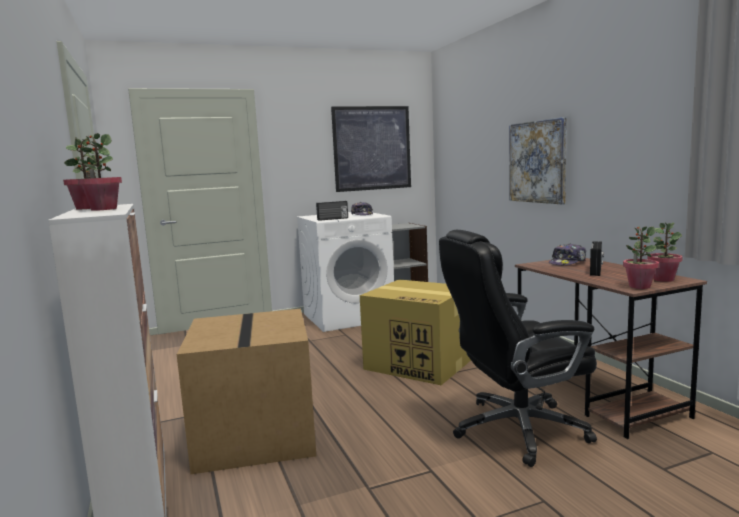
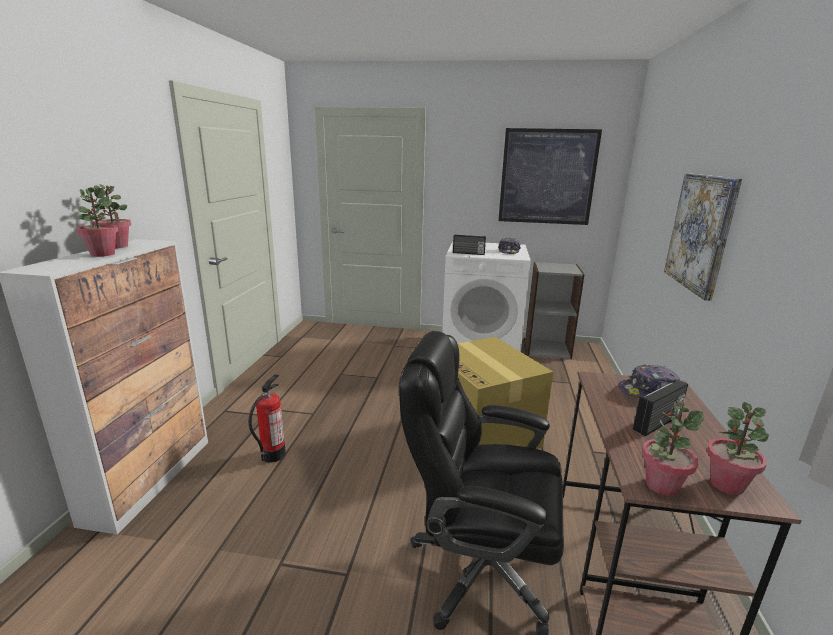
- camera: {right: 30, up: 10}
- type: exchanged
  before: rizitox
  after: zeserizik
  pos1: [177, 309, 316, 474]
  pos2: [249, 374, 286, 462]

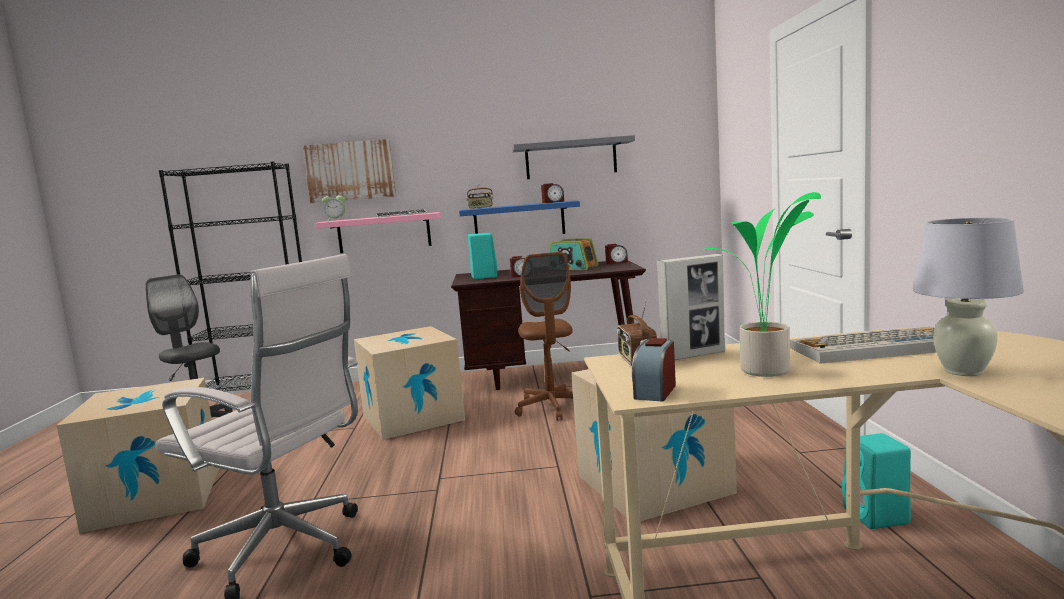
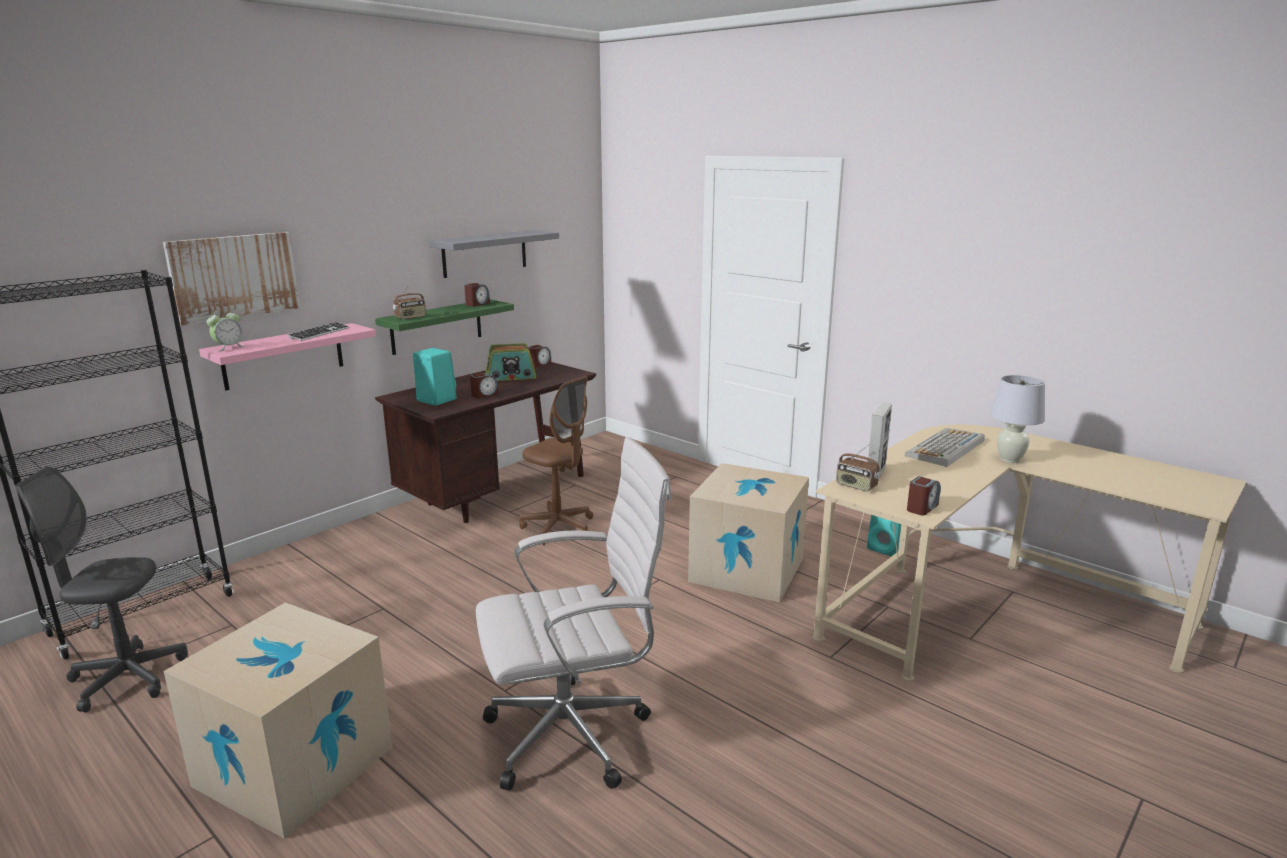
- camera: {right: -45, up: 10}
- type: missing
  before: rizitox
  pos1: [354, 326, 465, 440]
- type: colour
  before: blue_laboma
  after: green_laboma
  pos1: [459, 201, 580, 234]
  pos2: [375, 299, 514, 355]
- type: spun
  before: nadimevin
  pos1: [632, 338, 676, 401]
  pos2: [907, 476, 941, 515]
  turn: -120
- type: missing
  before: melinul
  pos1: [701, 192, 821, 377]

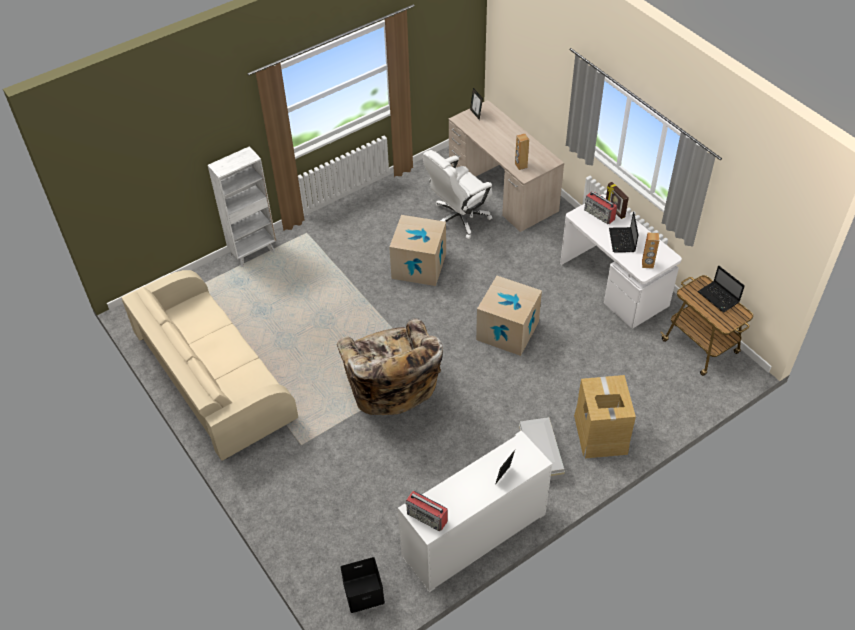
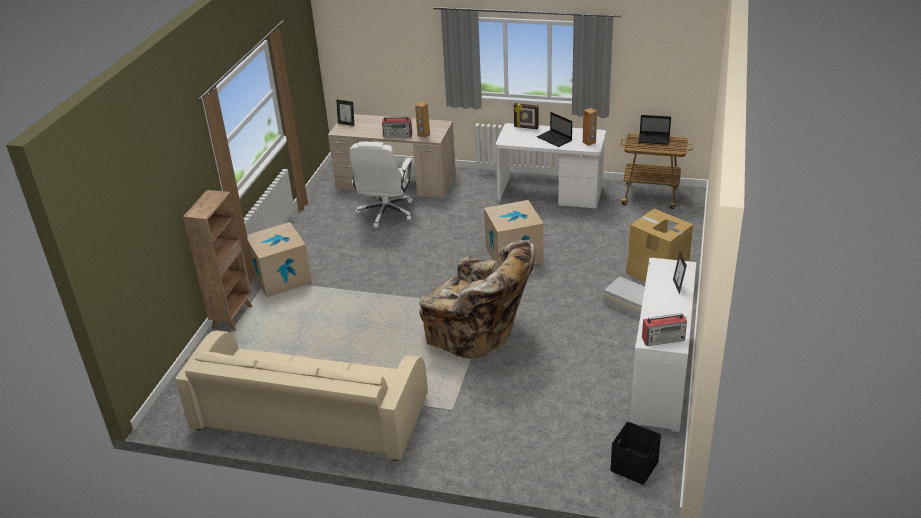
- camera: {right: -40, up: -15}
- type: colour
  before: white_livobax
  after: brown_livobax
  pos1: [208, 146, 276, 267]
  pos2: [183, 190, 253, 331]
- type: relocated
  before: rizitox
  pos1: [389, 215, 446, 286]
  pos2: [247, 222, 312, 297]
- type: relocated
  before: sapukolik
  pos1: [584, 191, 617, 224]
  pos2: [382, 117, 412, 138]

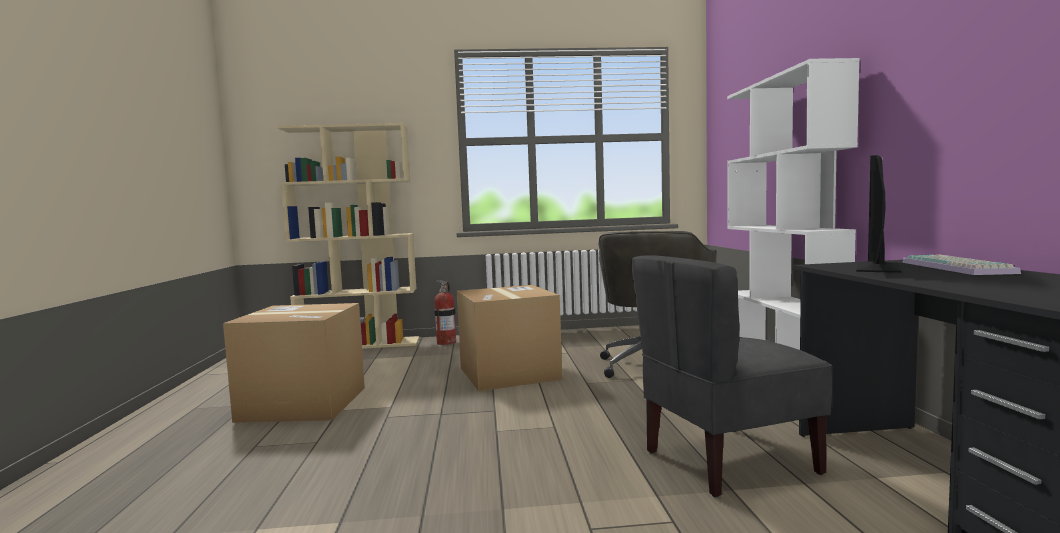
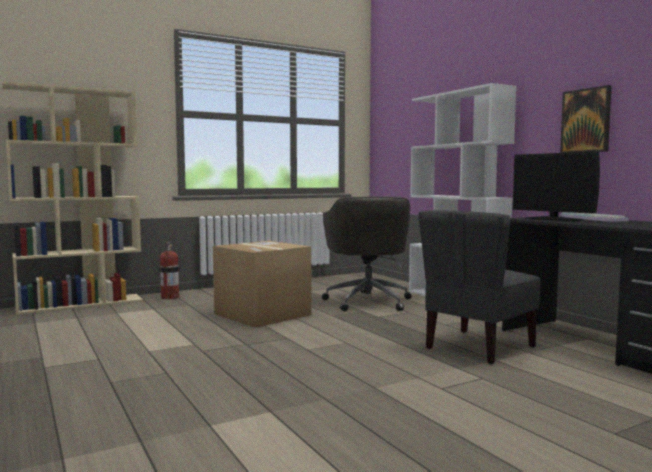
- camera: {right: -25, up: 0}
- type: missing
  before: rizitox
  pos1: [223, 303, 365, 423]
- type: spun
  before: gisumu
  pos1: [856, 155, 901, 273]
  pos2: [513, 151, 600, 221]
  turn: -45
- type: appeared
  after: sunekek
  pos2: [560, 85, 612, 153]

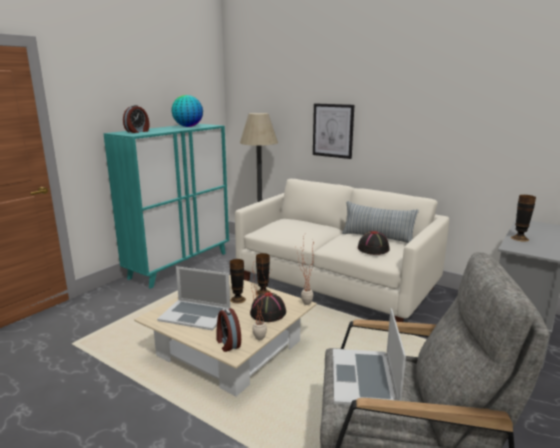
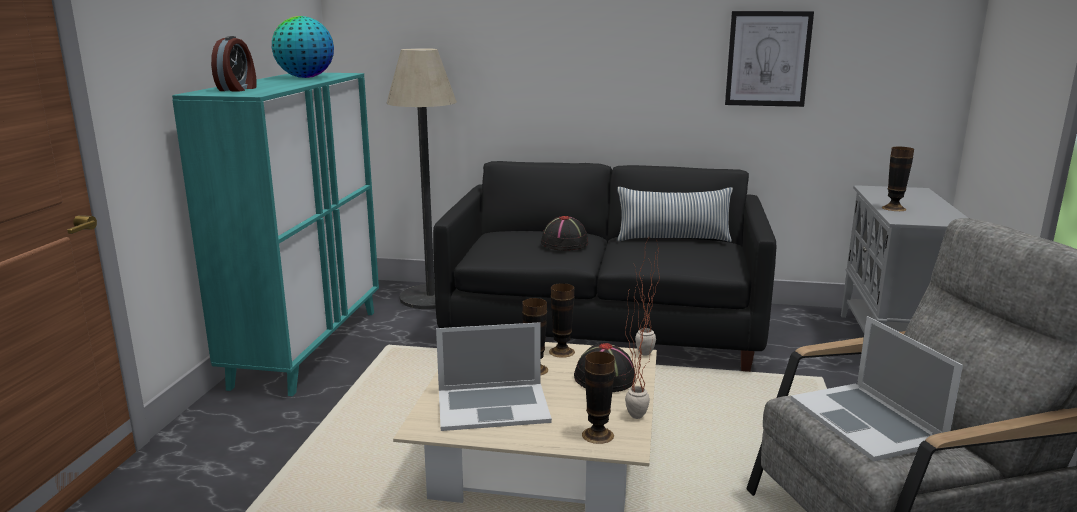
- camera: {right: -25, up: 0}
- type: exchanged
  before: nadimevin
  after: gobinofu
  pos1: [217, 308, 241, 352]
  pos2: [582, 351, 615, 444]
- type: colour
  before: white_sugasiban
  after: black_sugasiban
  pos1: [235, 179, 449, 322]
  pos2: [433, 161, 776, 372]
- type: relocated
  before: sunekek
  pos1: [313, 103, 354, 159]
  pos2: [725, 11, 814, 107]
- type: relocated
  before: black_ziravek
  pos1: [358, 231, 390, 255]
  pos2: [541, 216, 588, 251]

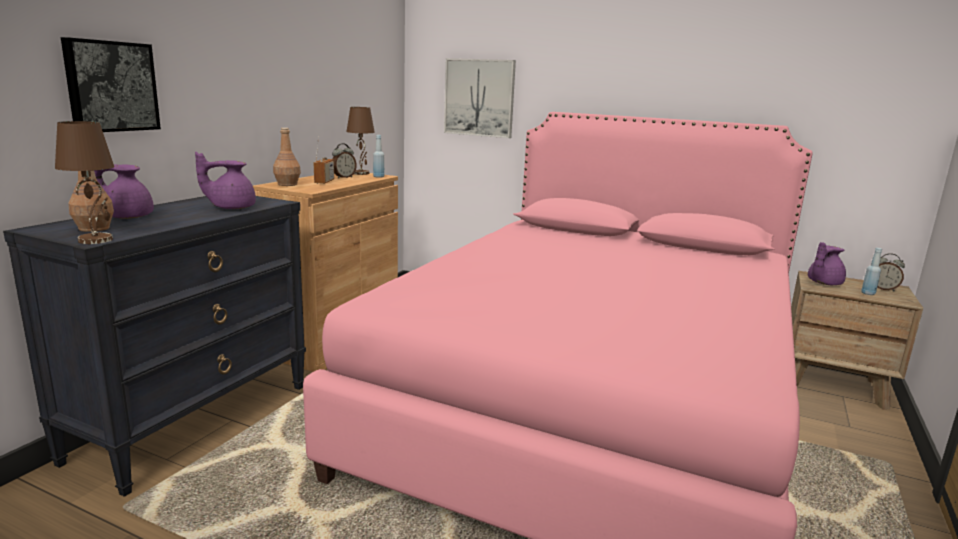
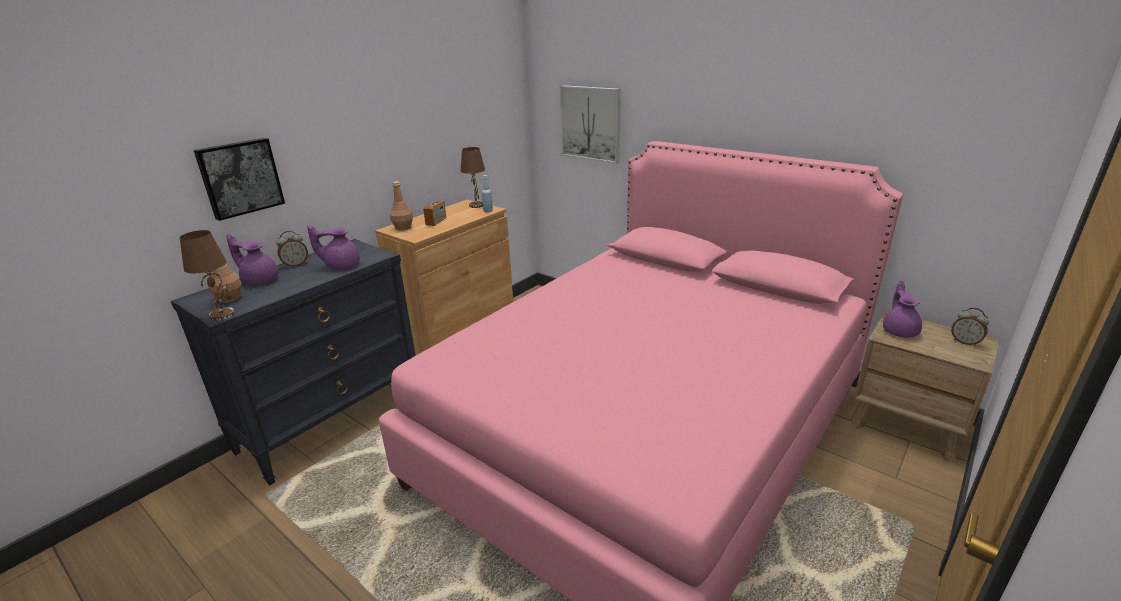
- camera: {right: 15, up: 10}
- type: relocated
  before: nadimevin
  pos1: [332, 143, 357, 179]
  pos2: [276, 231, 308, 268]
- type: spun
  before: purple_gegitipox
  pos1: [808, 242, 846, 285]
  pos2: [883, 280, 922, 337]
  turn: 120
- type: missing
  before: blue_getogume
  pos1: [861, 248, 882, 295]

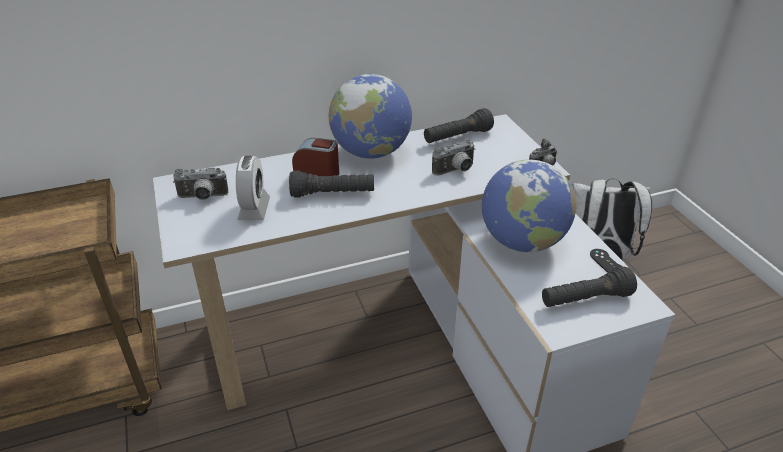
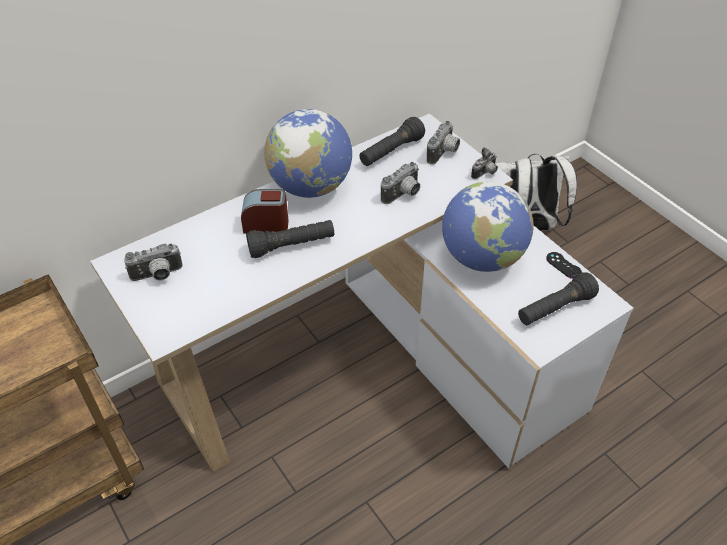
- camera: {right: -15, up: 10}
- type: missing
  before: nadimevin
  pos1: [236, 156, 270, 220]
- type: appeared
  after: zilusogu
  pos2: [427, 121, 460, 165]

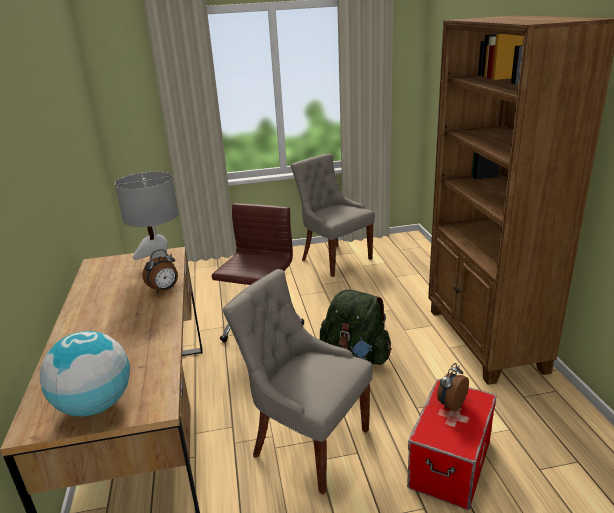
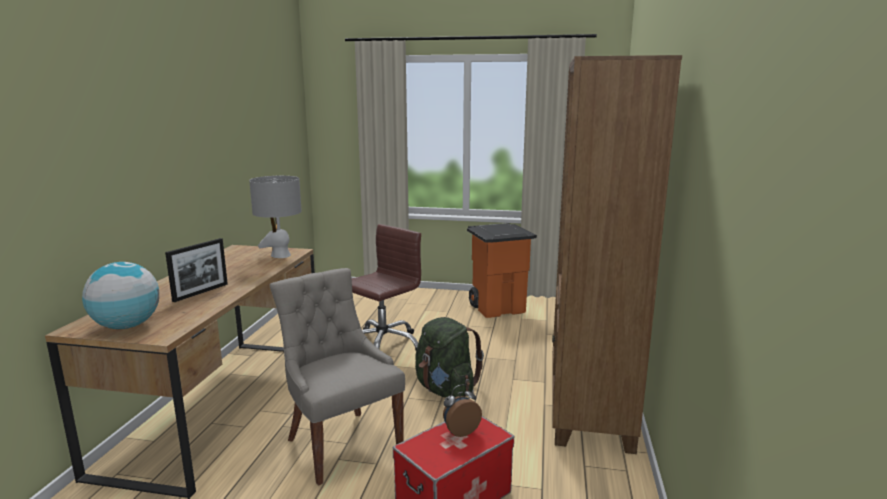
- camera: {right: 20, up: -10}
- type: missing
  before: nadimevin
  pos1: [142, 249, 178, 293]
- type: exchanged
  before: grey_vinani
  after: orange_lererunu
  pos1: [291, 153, 375, 277]
  pos2: [467, 223, 537, 318]
- type: appeared
  after: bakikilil
  pos2: [165, 238, 228, 302]

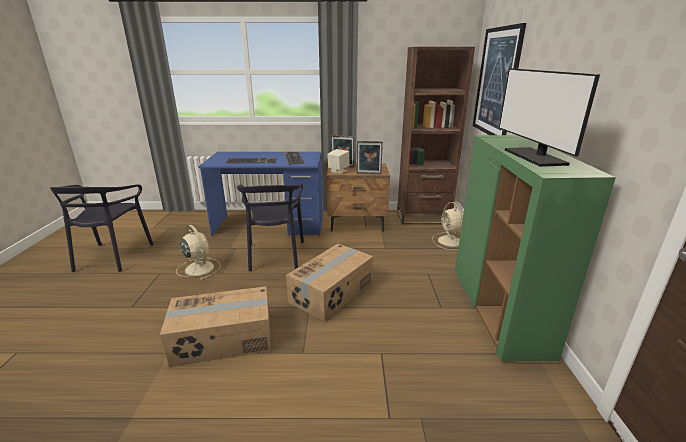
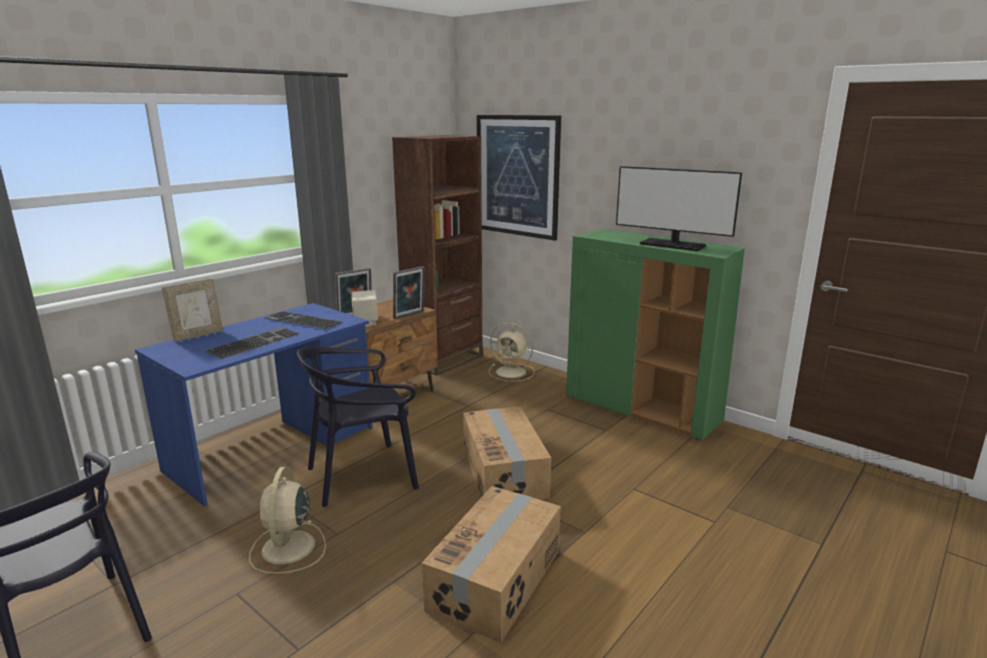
- camera: {right: -50, up: -5}
- type: spun
  before: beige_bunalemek
  pos1: [176, 225, 221, 280]
  pos2: [249, 467, 326, 574]
  turn: -90
- type: spun
  before: black_vinani
  pos1: [237, 183, 304, 272]
  pos2: [297, 347, 419, 507]
  turn: 120
- type: appeared
  after: bakikilil
  pos2: [162, 279, 223, 342]

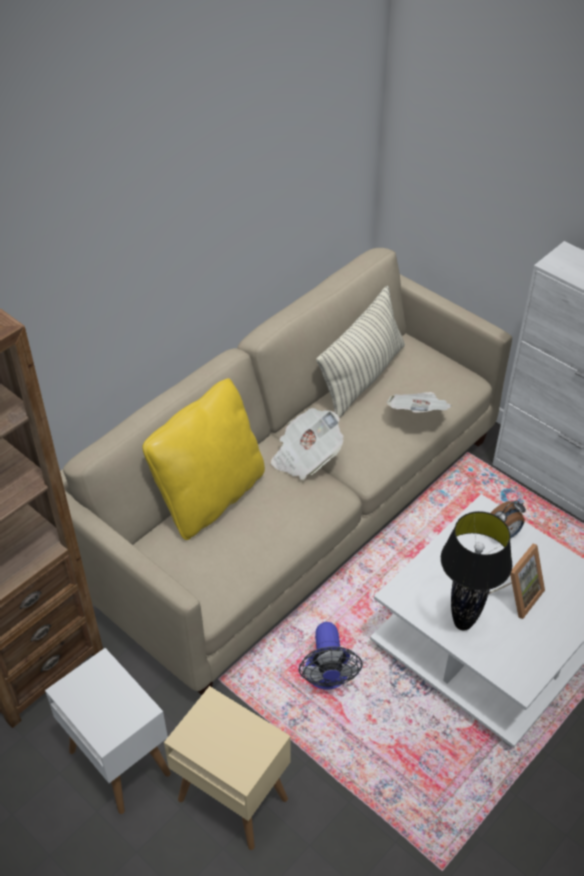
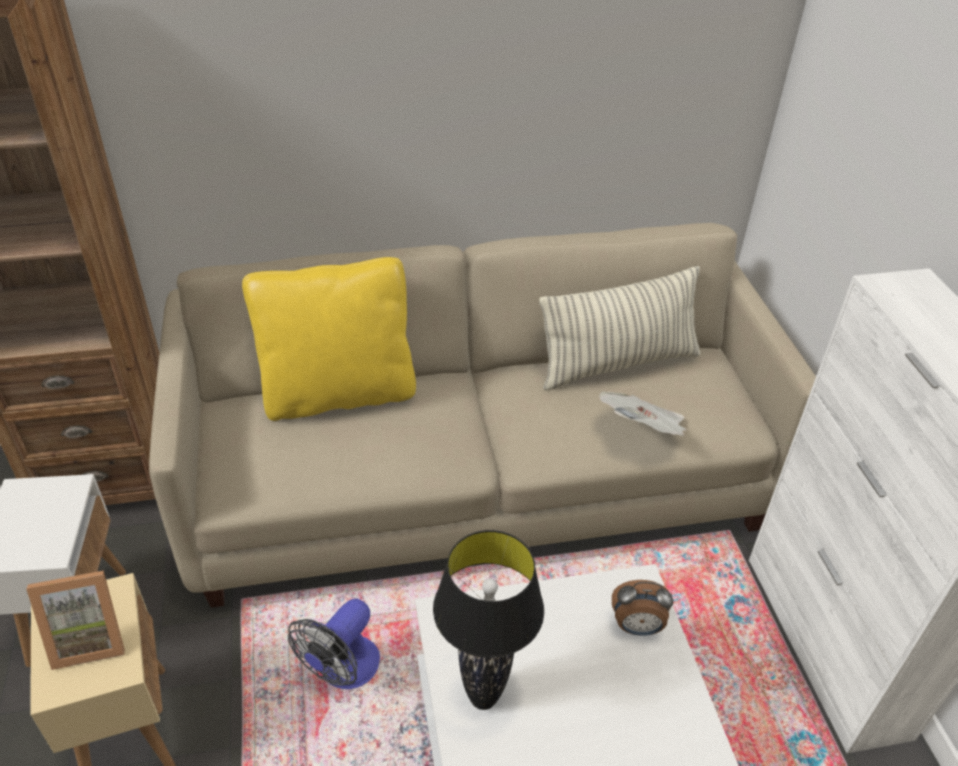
- camera: {right: 35, up: -5}
- type: missing
  before: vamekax
  pos1: [271, 408, 343, 480]
- type: relocated
  before: bakikilil
  pos1: [489, 544, 545, 619]
  pos2: [26, 571, 125, 670]

